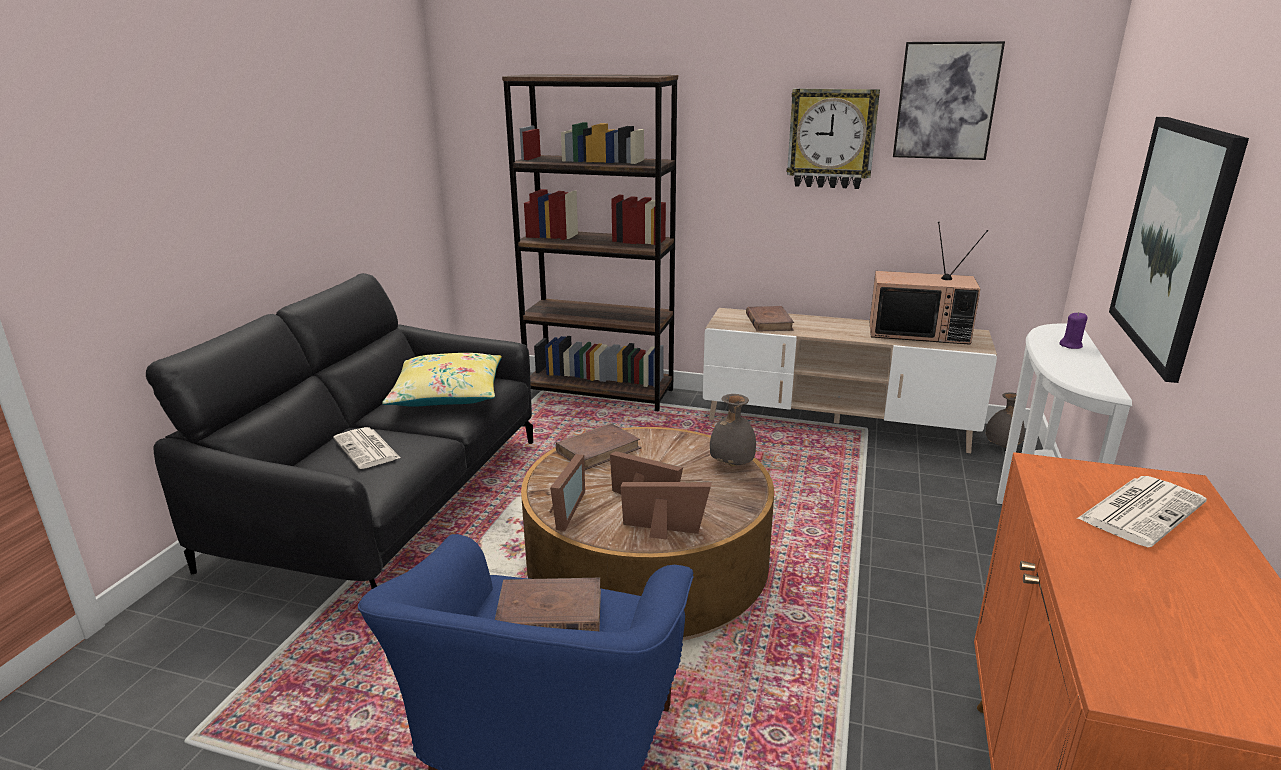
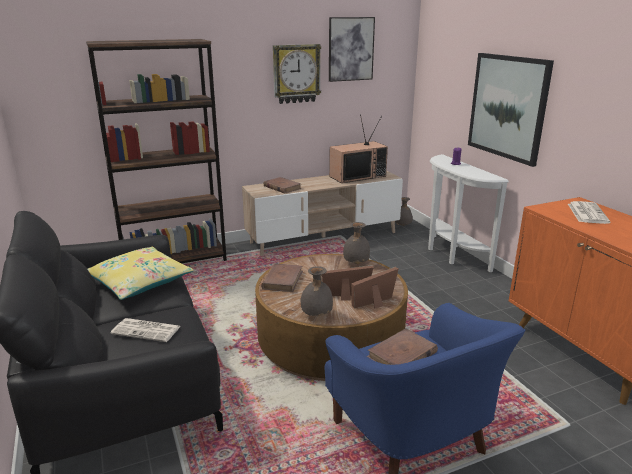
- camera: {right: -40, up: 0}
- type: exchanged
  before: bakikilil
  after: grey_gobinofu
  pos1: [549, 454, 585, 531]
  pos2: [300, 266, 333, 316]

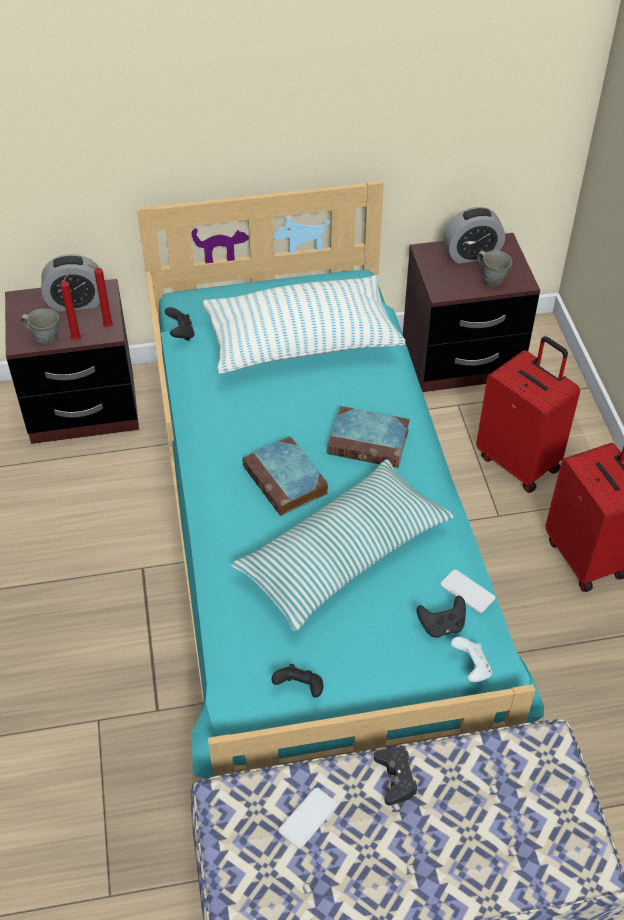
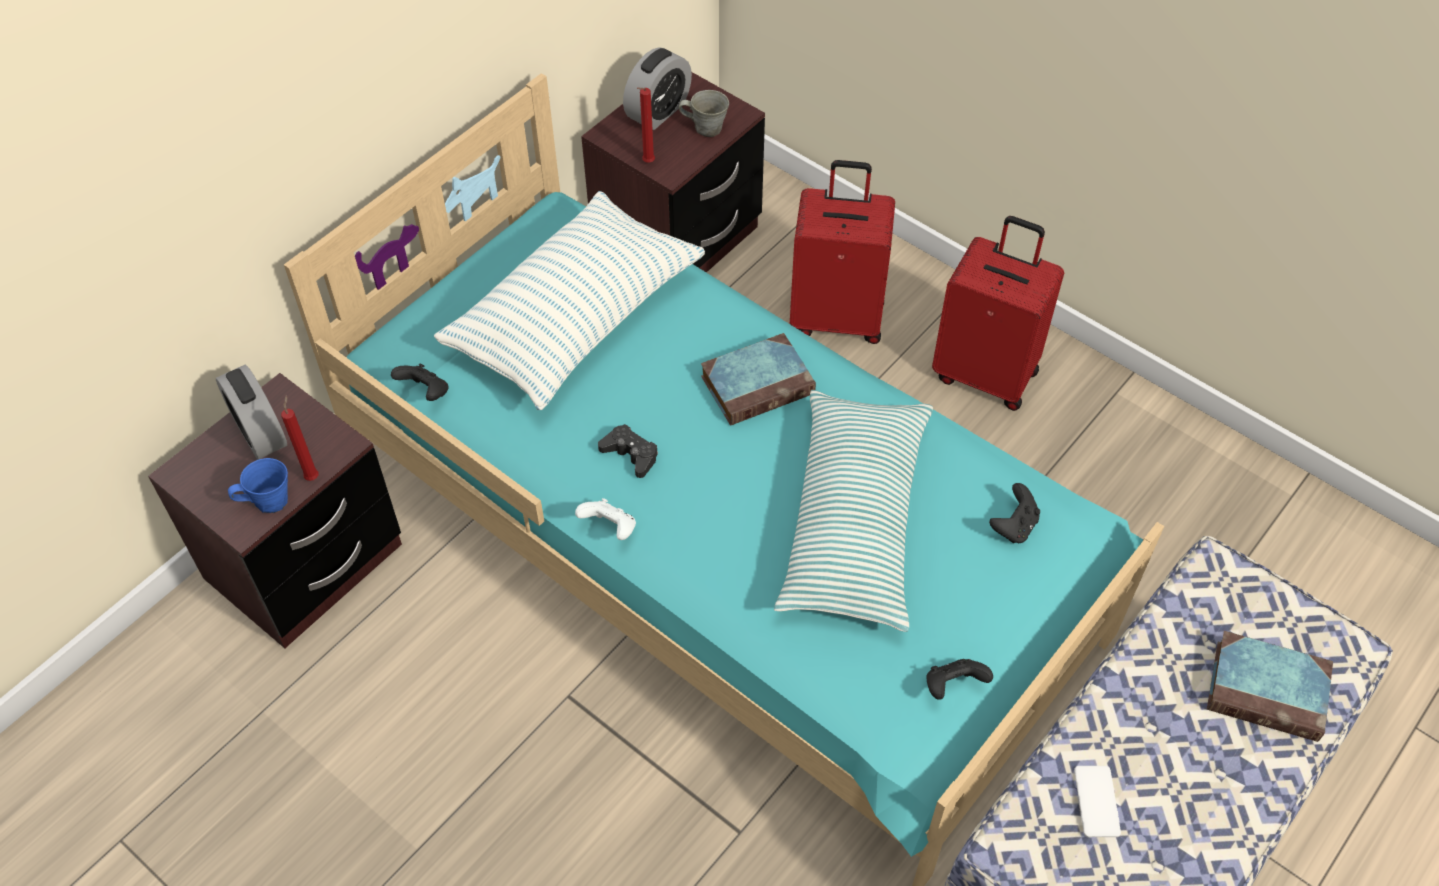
- camera: {right: -40, up: 5}
- type: colour
  before: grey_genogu
  after: blue_genogu
  pos1: [20, 308, 59, 346]
  pos2: [228, 458, 288, 513]
- type: spun
  before: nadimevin
  pos1: [41, 254, 100, 311]
  pos2: [216, 365, 287, 460]
  turn: 105
- type: relocated
  before: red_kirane
  pos1: [89, 265, 113, 327]
  pos2: [637, 88, 655, 163]
- type: relocated
  before: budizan
  pos1: [242, 436, 328, 516]
  pos2: [1207, 631, 1333, 742]
- type: relocated
  before: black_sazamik
  pos1: [374, 748, 418, 806]
  pos2: [598, 424, 658, 478]
- type: missing
  before: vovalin
  pos1: [440, 570, 495, 613]
- type: relocated
  before: white_sazamik
  pos1: [451, 637, 492, 682]
  pos2: [575, 498, 636, 540]

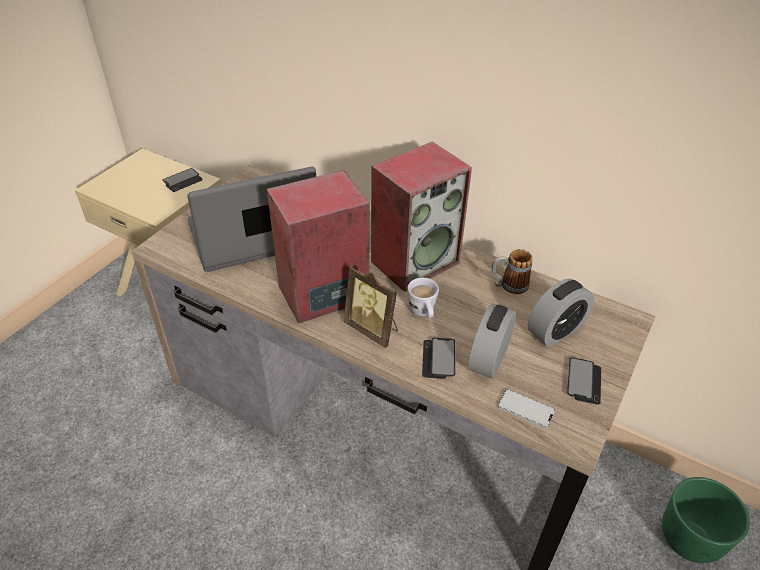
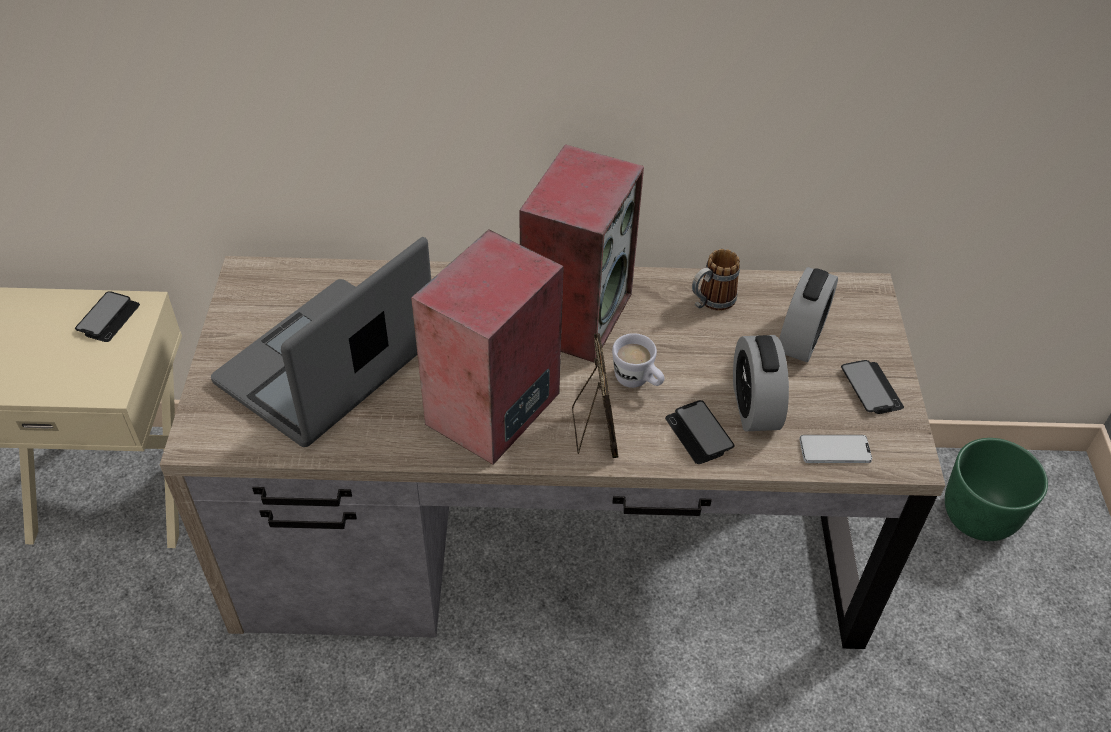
- camera: {right: -30, up: 5}
- type: spun
  before: bakikilil
  pos1: [344, 266, 398, 348]
  pos2: [572, 333, 619, 458]
  turn: -105

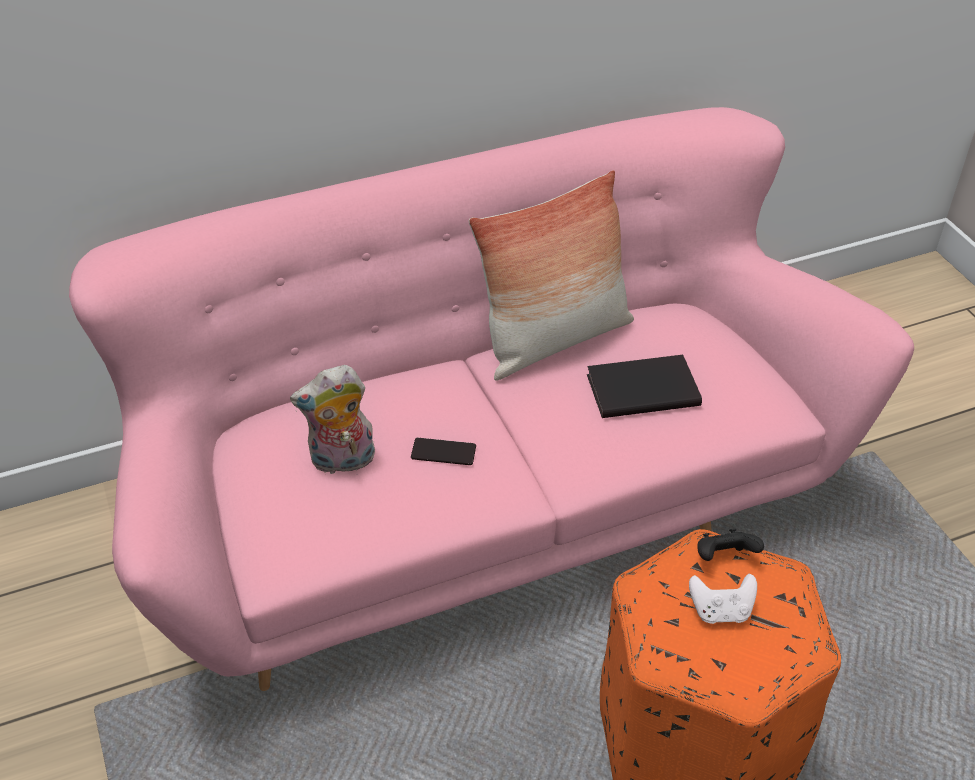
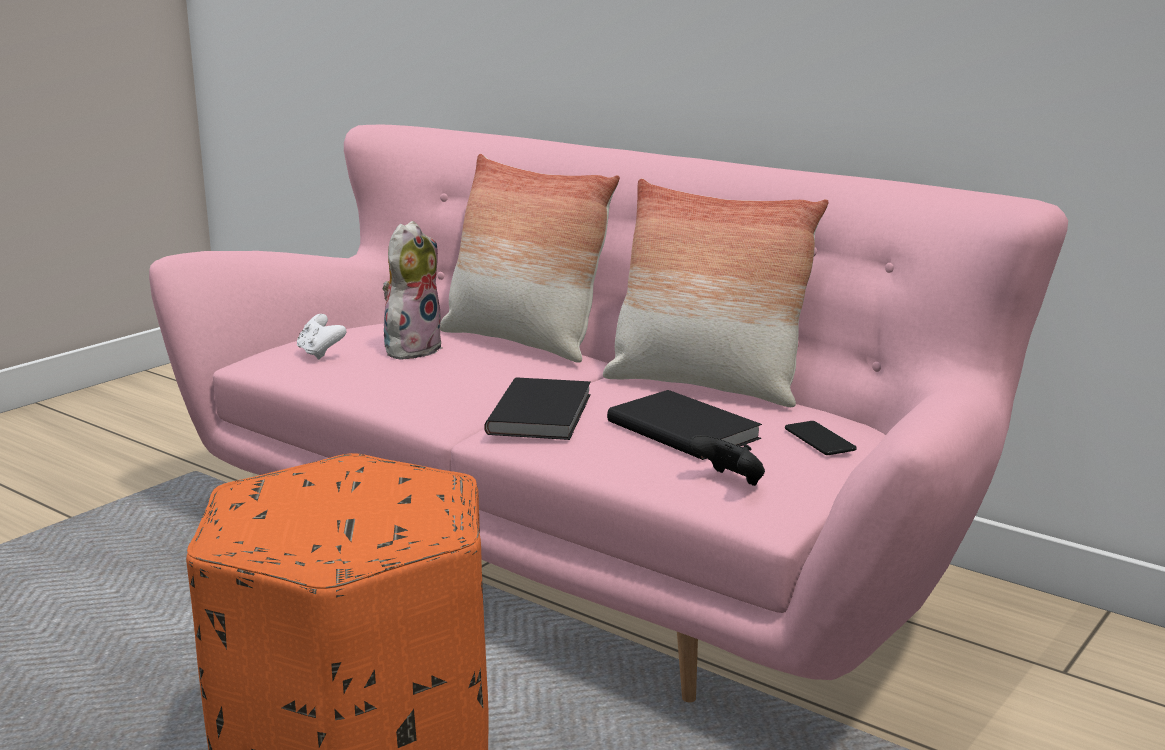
- camera: {right: 60, up: -25}
- type: spun
  before: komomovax
  pos1: [290, 365, 376, 474]
  pos2: [383, 221, 443, 359]
  turn: 75
- type: relocated
  before: vovalin
  pos1: [411, 438, 476, 465]
  pos2: [785, 421, 857, 455]
- type: relocated
  before: white_sazamik
  pos1: [689, 574, 757, 624]
  pos2: [297, 314, 347, 360]
- type: relocated
  before: black_sazamik
  pos1: [697, 529, 764, 561]
  pos2: [688, 435, 765, 486]
- type: appeared
  after: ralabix
  pos2: [440, 154, 620, 363]
- type: appeared
  after: black_budizan
  pos2: [484, 377, 591, 440]

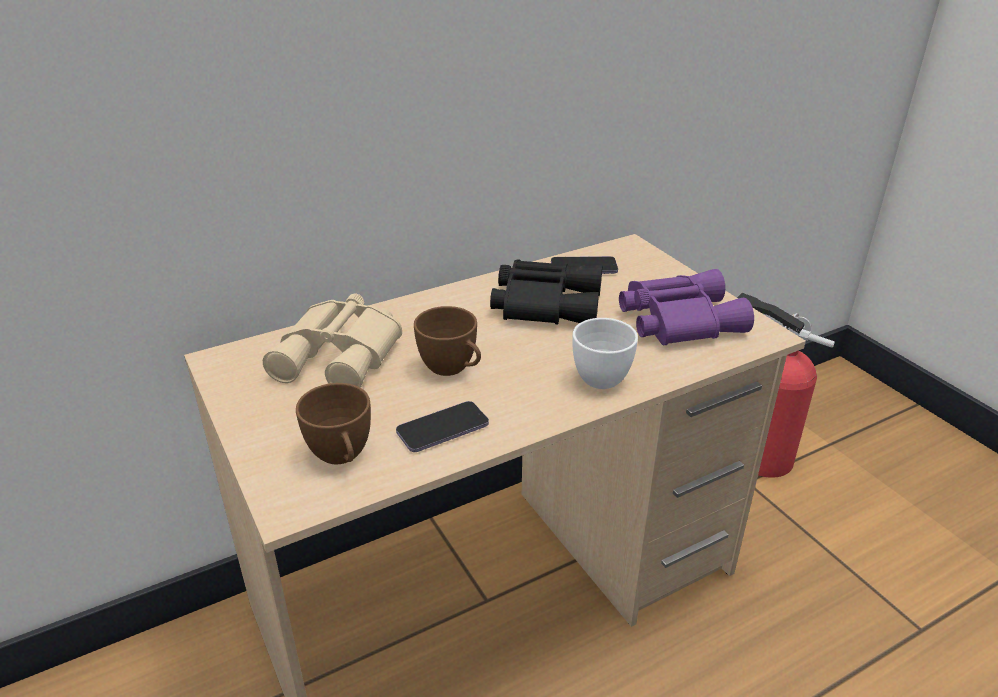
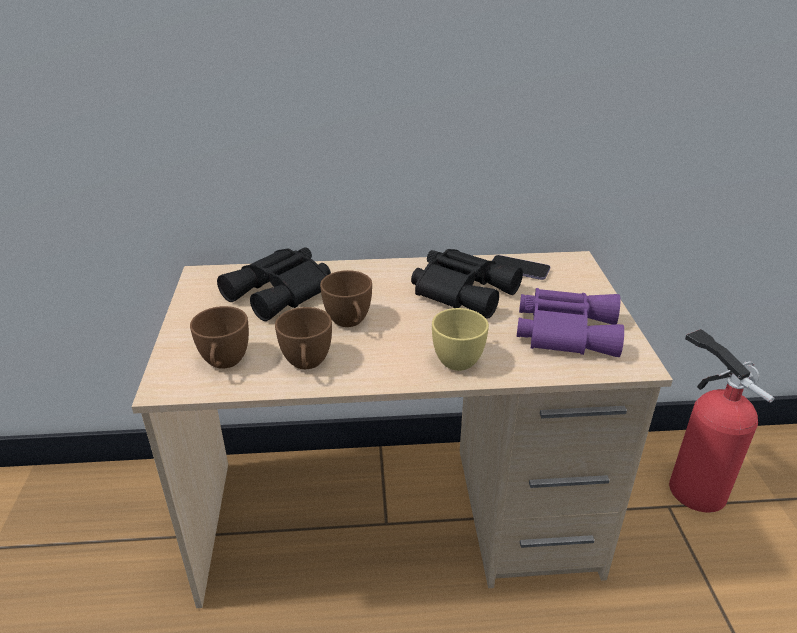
- camera: {right: 25, up: 0}
- type: colour
  before: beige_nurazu
  after: black_nurazu
  pos1: [263, 294, 402, 388]
  pos2: [217, 247, 331, 321]
- type: exchanged
  before: vovalin
  after: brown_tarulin
  pos1: [396, 401, 489, 452]
  pos2: [275, 307, 332, 369]
- type: colour
  before: white_tarulin
  after: yellow_tarulin
  pos1: [572, 318, 638, 389]
  pos2: [432, 308, 489, 371]

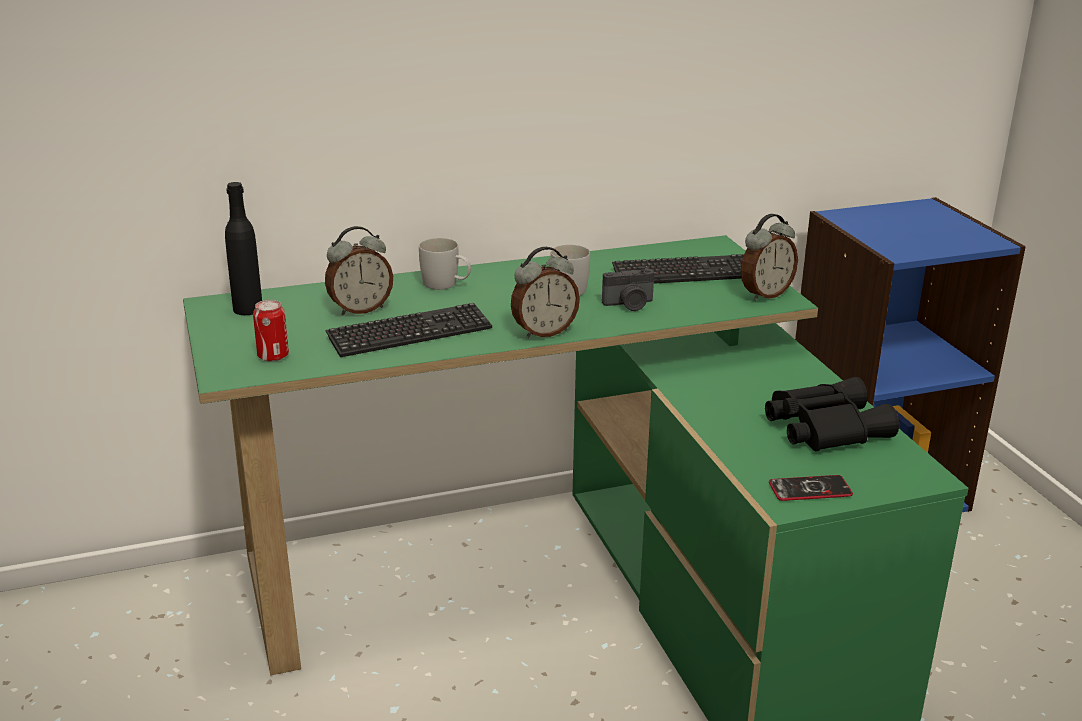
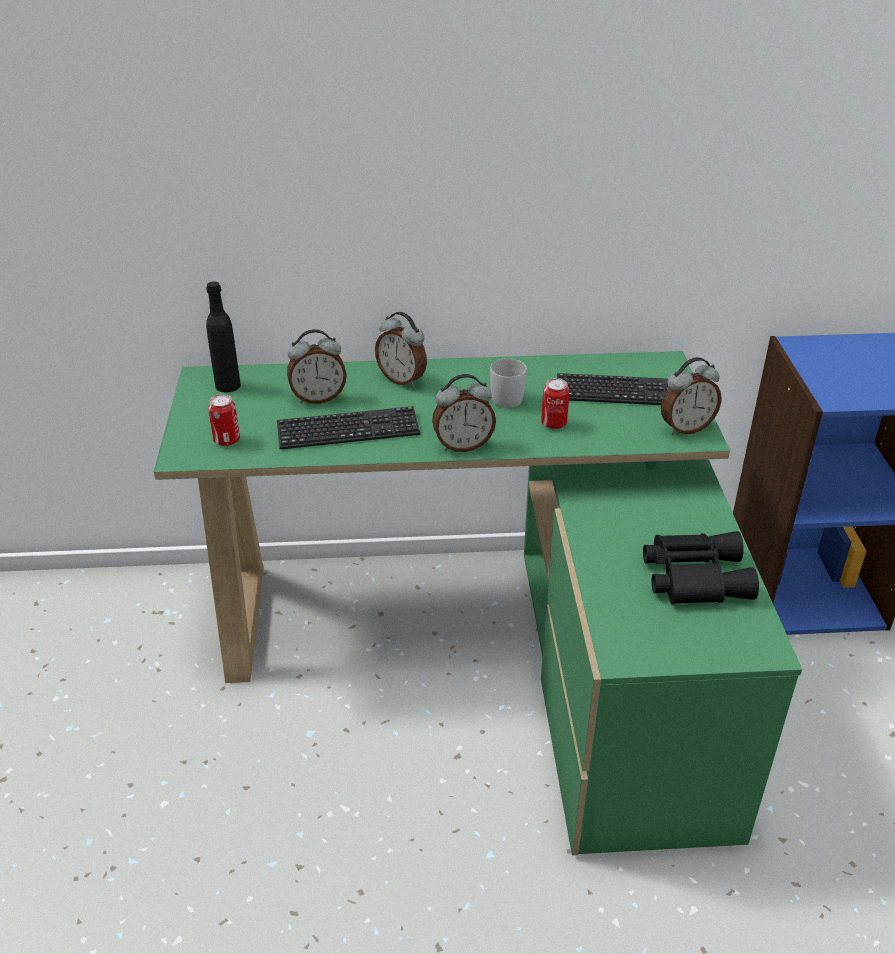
- camera: {right: 15, up: 10}
- type: exchanged
  before: white_genogu
  after: nadimevin
  pos1: [419, 238, 471, 290]
  pos2: [375, 312, 427, 388]
- type: exchanged
  before: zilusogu
  after: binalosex
  pos1: [602, 267, 654, 311]
  pos2: [541, 378, 569, 429]
- type: missing
  before: vovalin
  pos1: [769, 475, 853, 501]

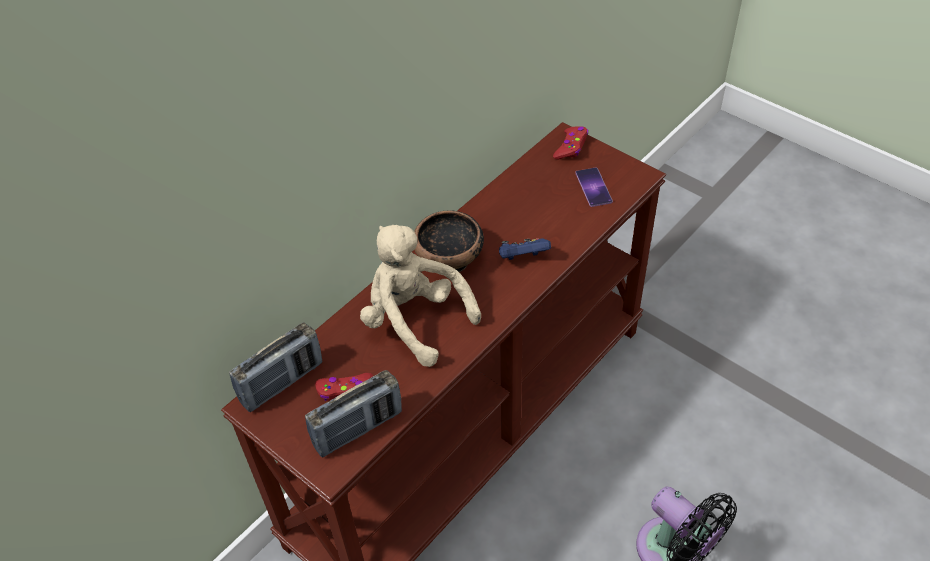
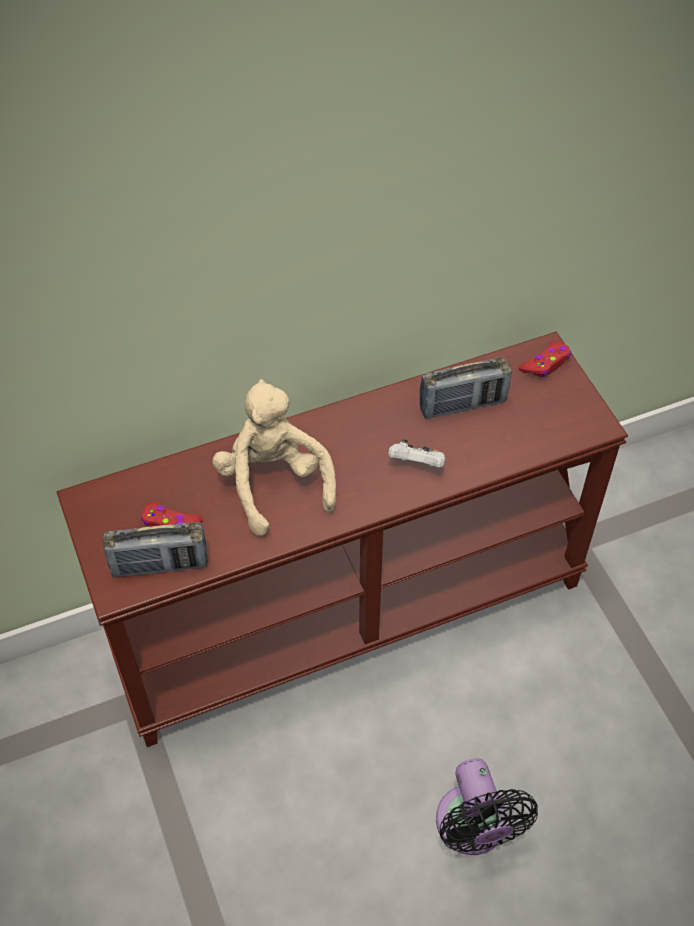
- camera: {right: 25, up: 5}
- type: relocated
  before: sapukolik
  pos1: [229, 322, 322, 412]
  pos2: [420, 357, 512, 419]
- type: missing
  before: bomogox
  pos1: [414, 210, 484, 272]
- type: colour
  before: blue_sazamik
  after: white_sazamik
  pos1: [499, 238, 551, 260]
  pos2: [388, 439, 445, 468]
- type: missing
  before: vovalin
  pos1: [575, 168, 613, 207]

